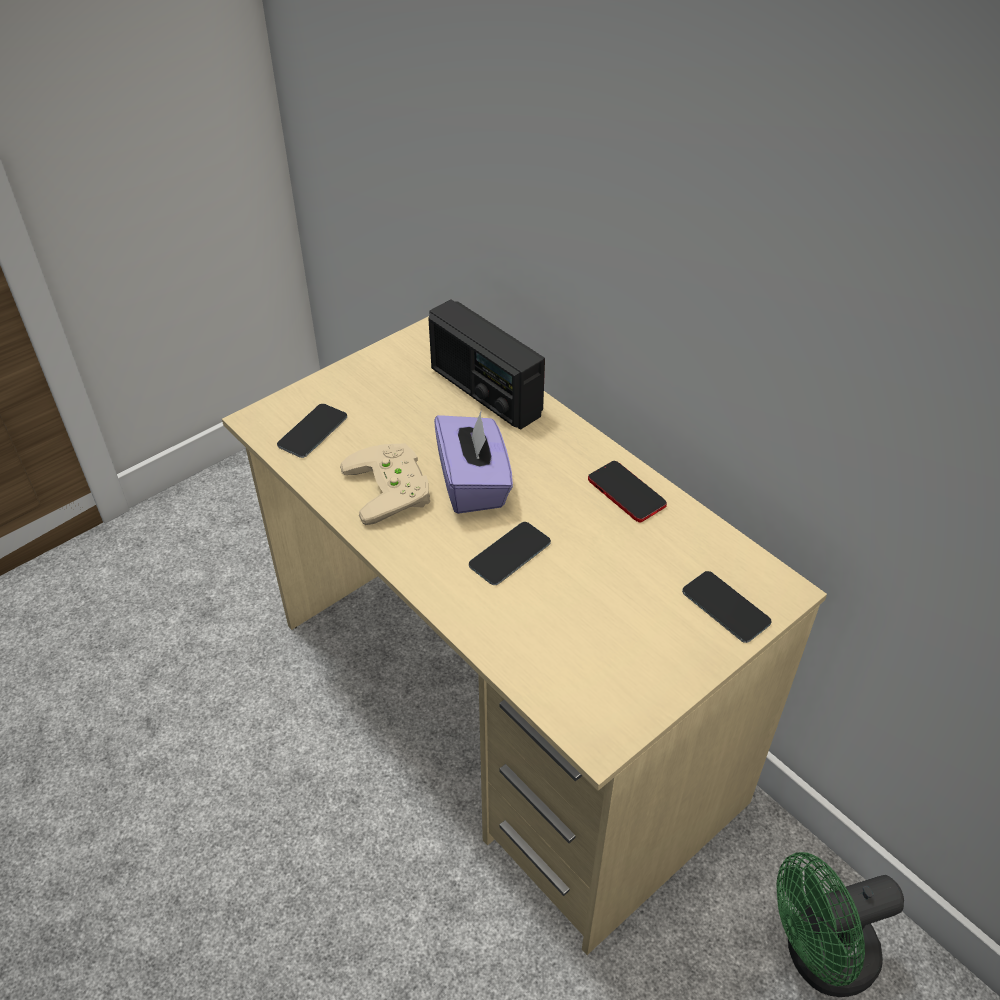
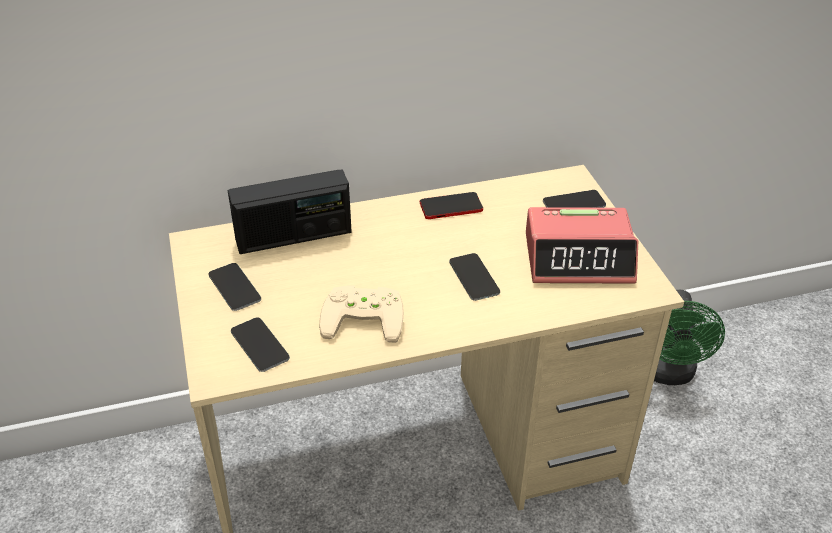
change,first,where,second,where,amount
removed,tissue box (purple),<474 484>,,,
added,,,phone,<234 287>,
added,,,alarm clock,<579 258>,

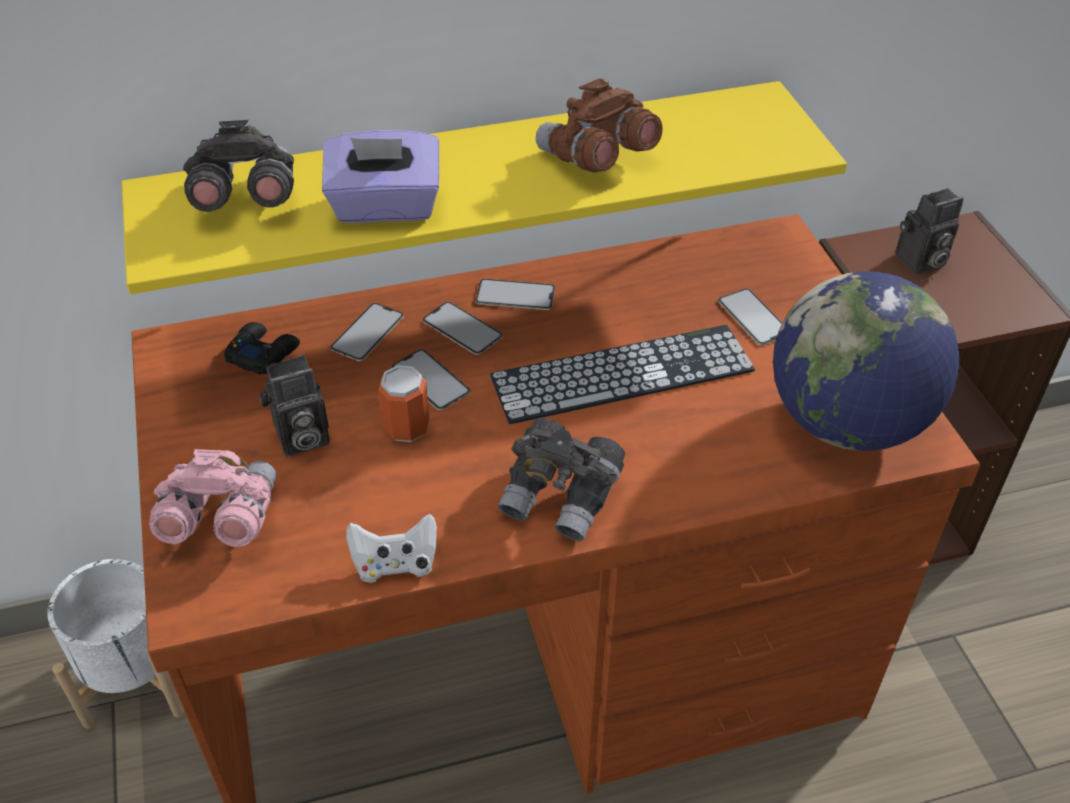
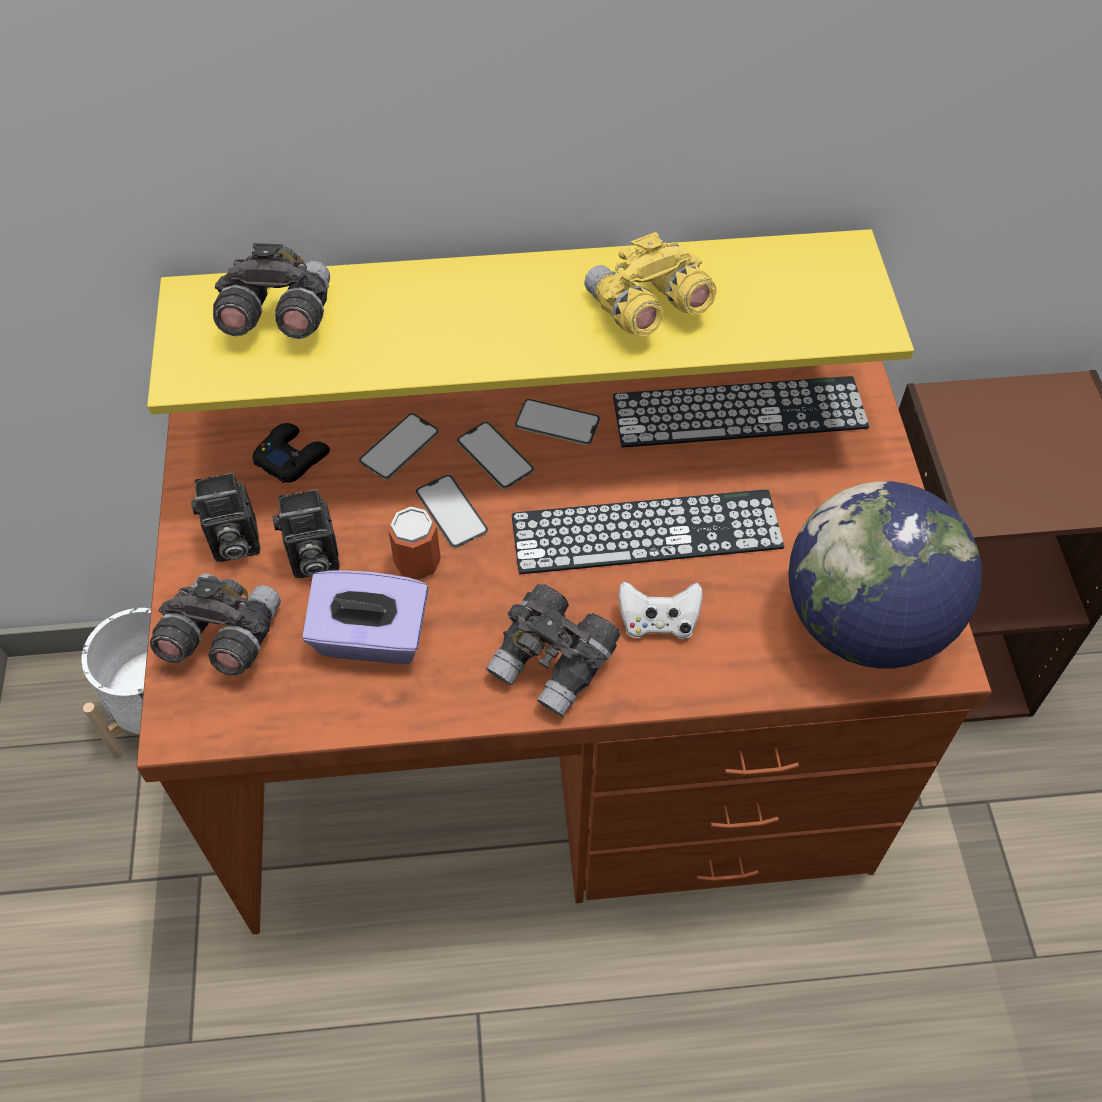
change,first,where,second,where,amount
removed,phone,<753 317>,,,
added,,,keyboard,<739 412>,
moved,tissue box (purple),<385 207>,,<371 639>,
moved,game controller (white),<395 564>,,<658 622>,
moved,photo camera,<920 262>,,<233 544>,
recoloured,binoculars (pink),<220 519>,binoculars (grey),<222 638>,
recoloured,binoculars (brown),<596 158>,binoculars (yellow),<645 310>,

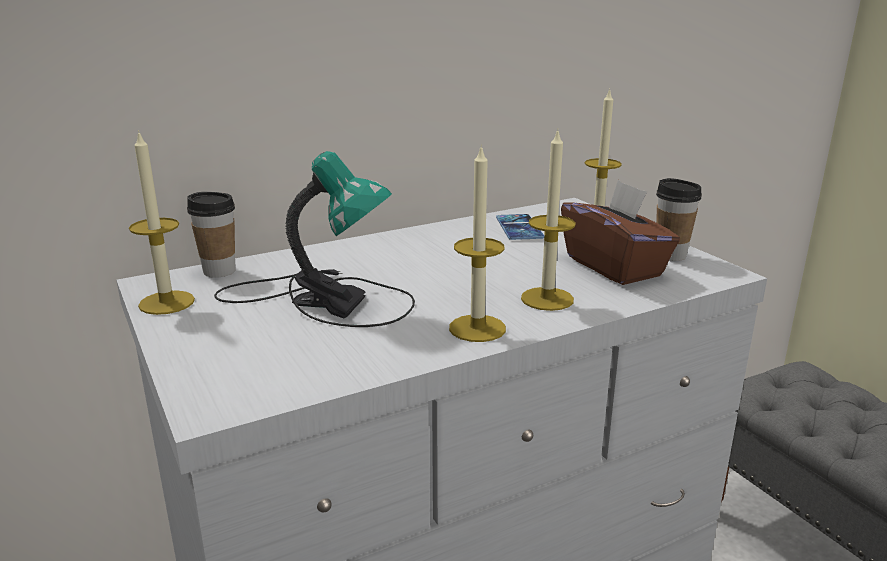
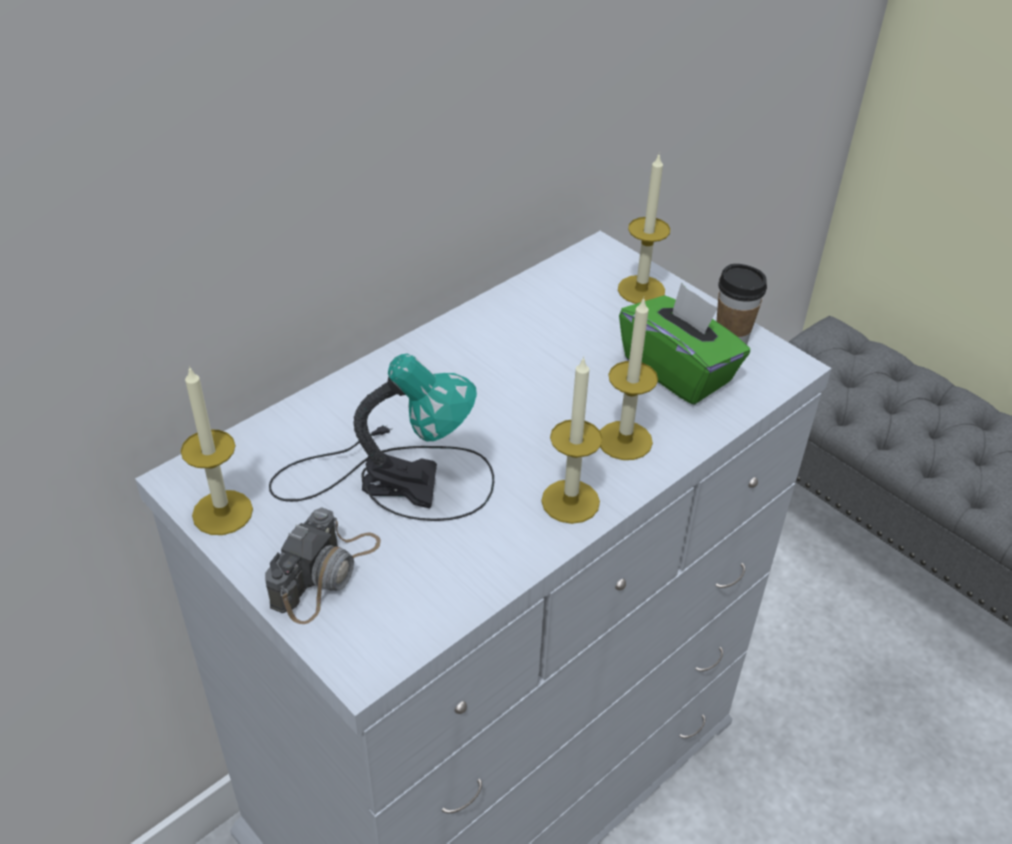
change,first,where,second,where,amount
removed,cup,<219 271>,,,
removed,phone,<519 227>,,,
added,,,photo camera,<326 573>,
recoloured,tissue box (brown),<615 266>,tissue box (green),<678 371>,

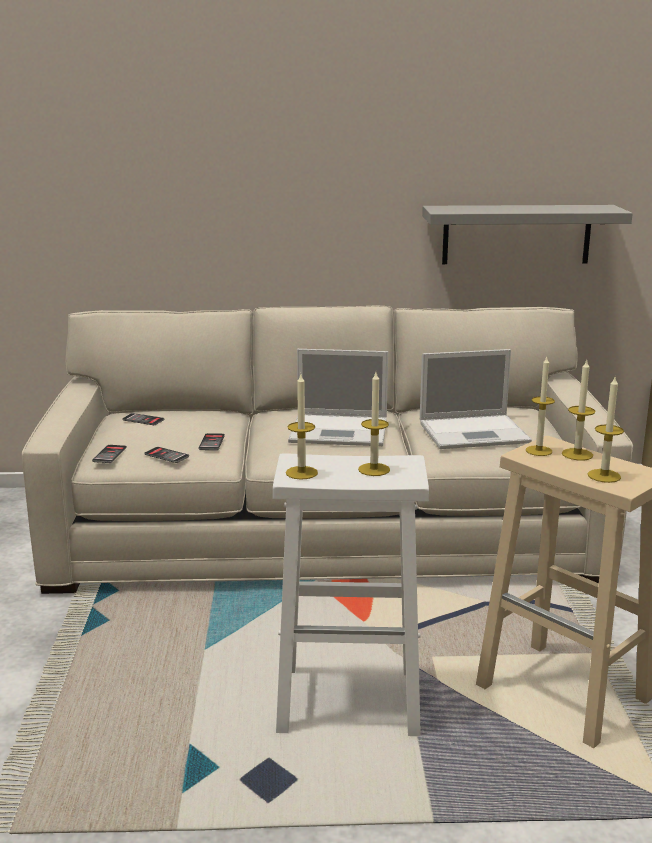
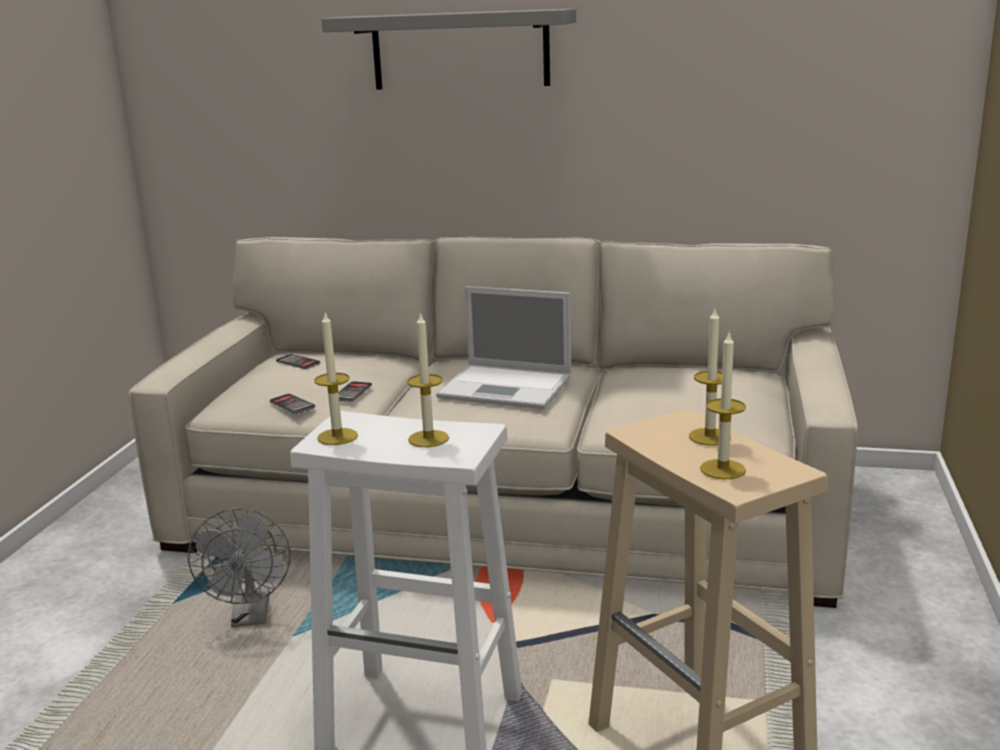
change,first,where,second,where,amount
removed,phone,<109 454>,,,
removed,laptop,<475 432>,,,
removed,candle,<538 451>,,,
added,,,fan (grey),<251 617>,
moved,shelf (grey),<516 234>,,<460 50>,

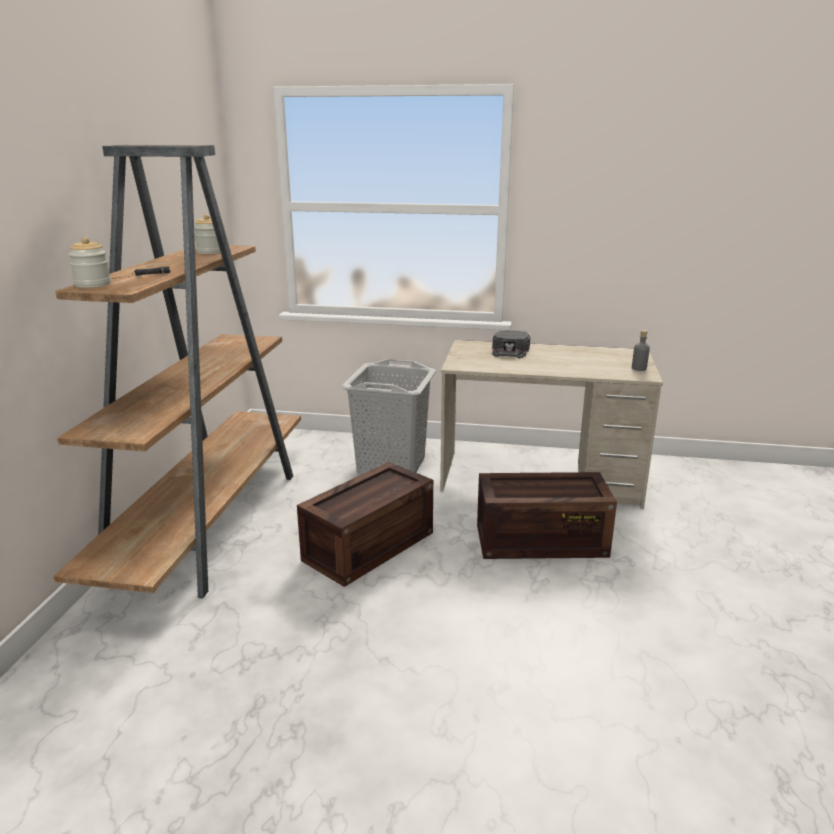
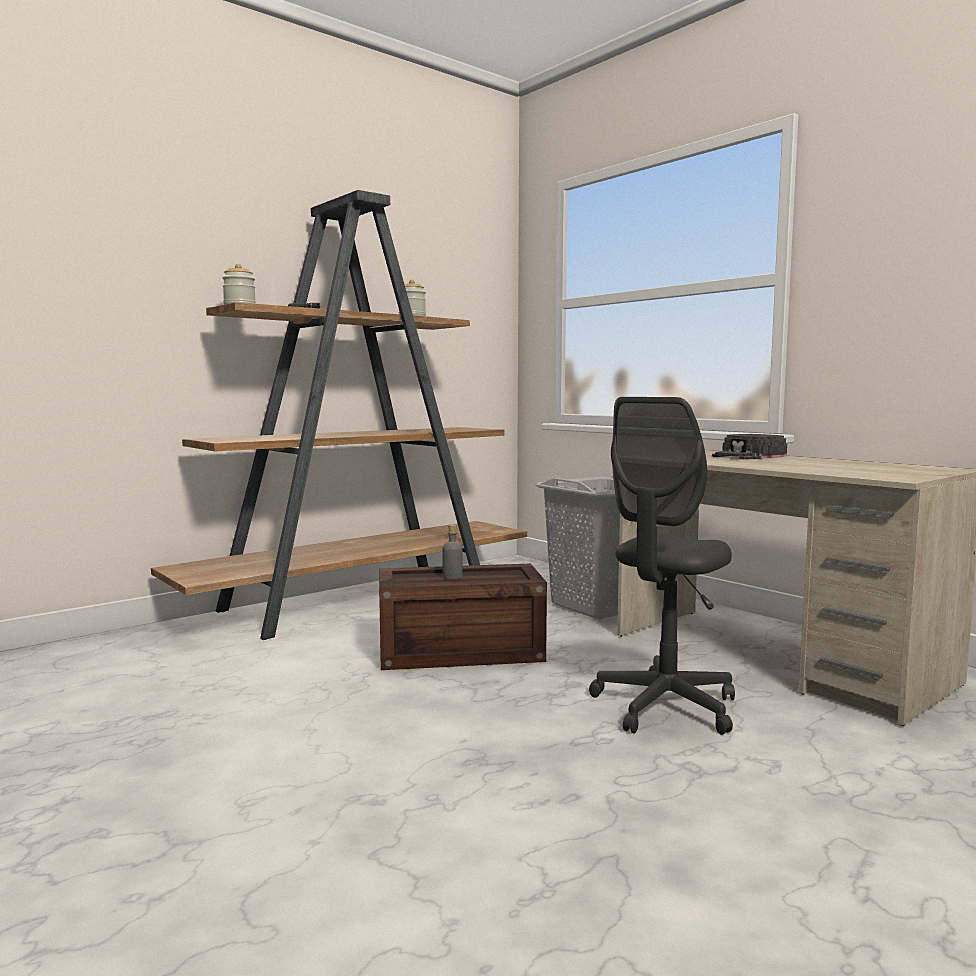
change,first,where,second,where,amount
moved,bottle (grey),<639 368>,,<452 577>,
replaced,crate,<539 542>,office chair (grey),<665 707>,

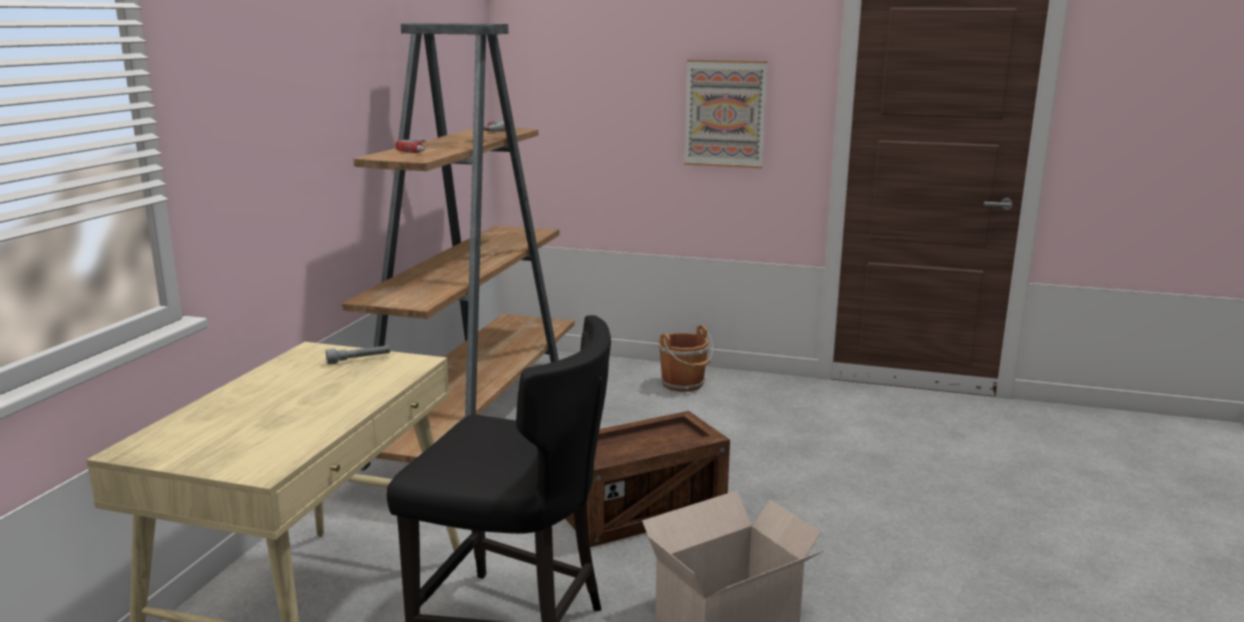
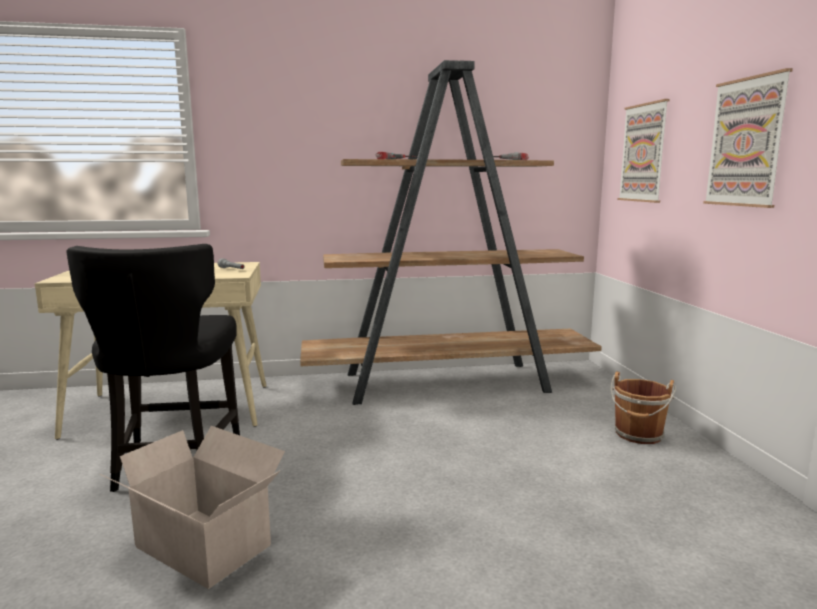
change,first,where,second,where,amount
removed,crate,<642 511>,,,
added,,,picture,<643 153>,

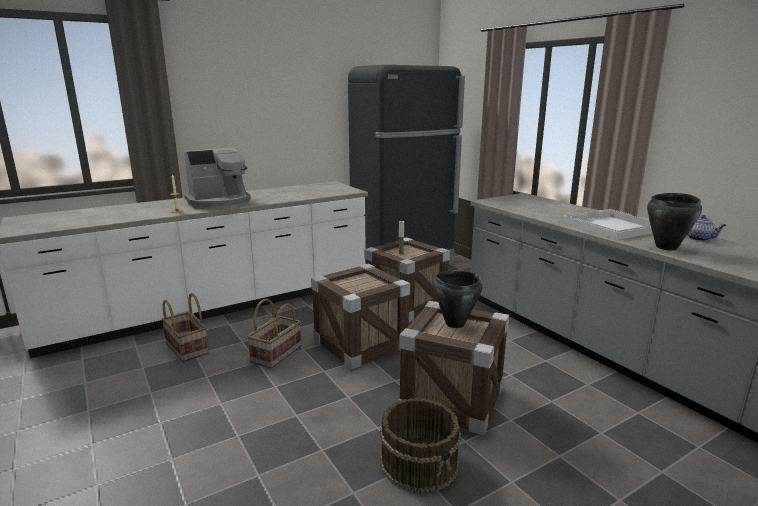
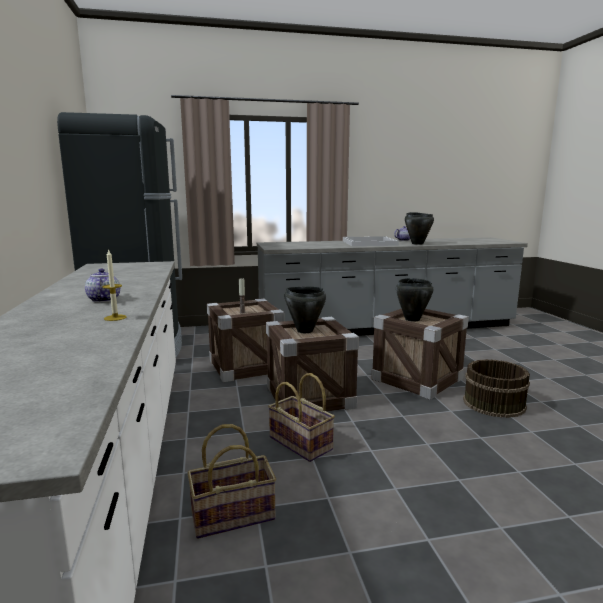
change,first,where,second,where,amount
added,,,cooking pot (black),<304 331>,
replaced,coffee machine,<220 202>,teapot,<103 299>,

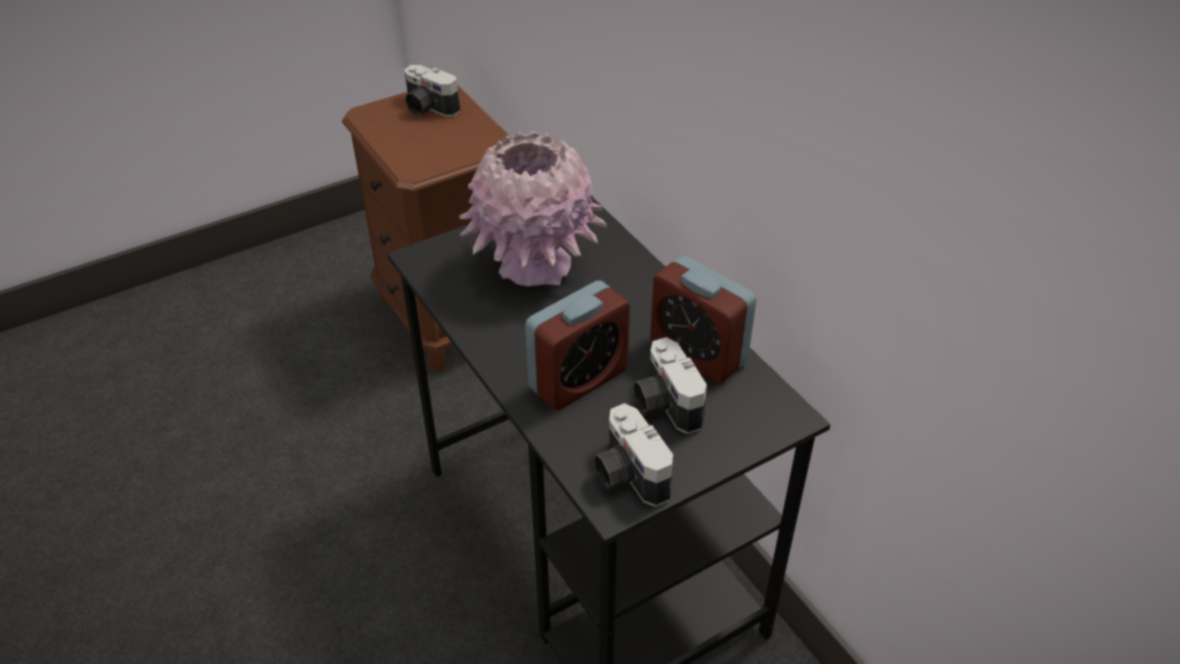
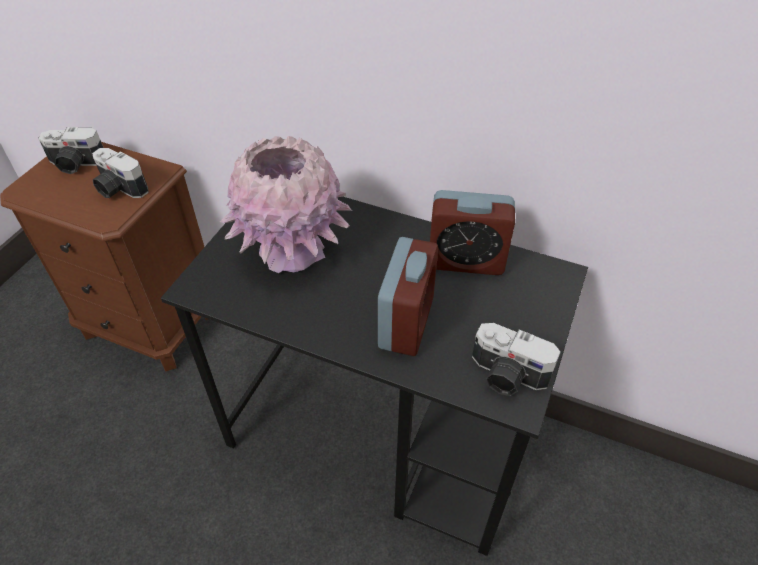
change,first,where,second,where,amount
moved,photo camera,<664 404>,,<118 189>,

